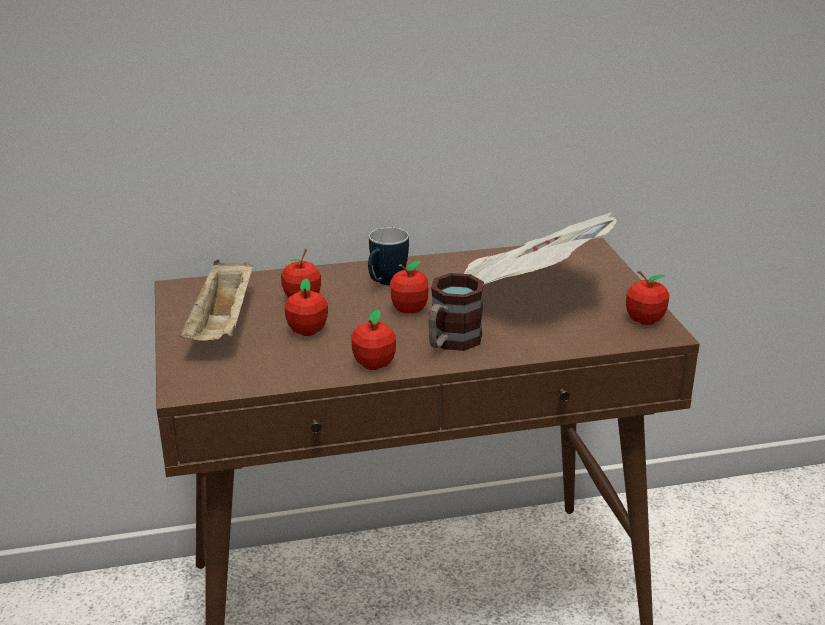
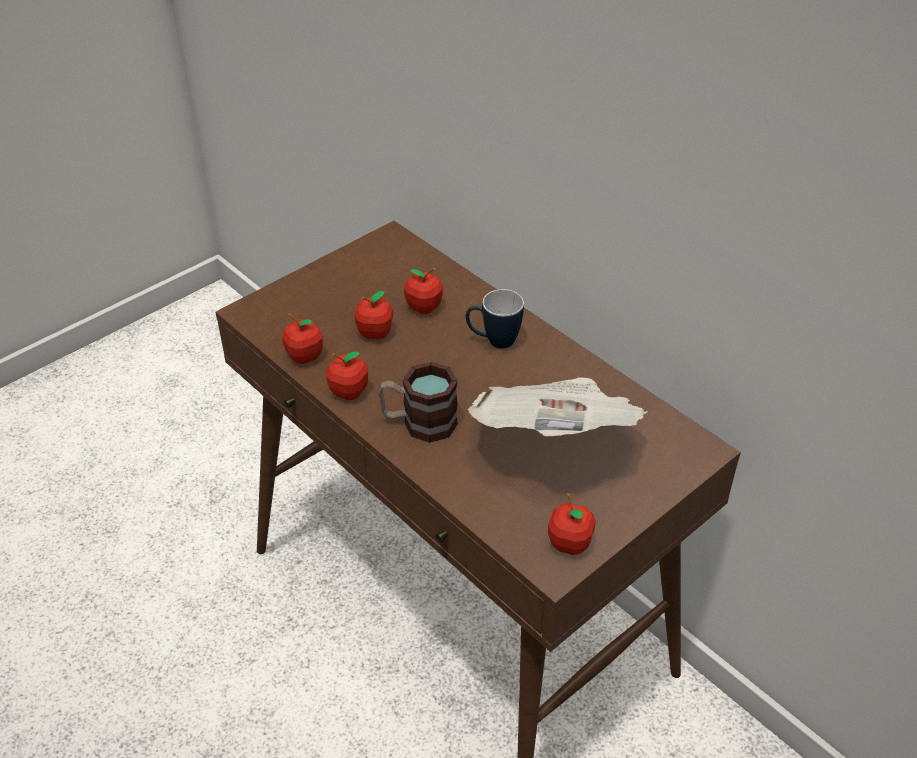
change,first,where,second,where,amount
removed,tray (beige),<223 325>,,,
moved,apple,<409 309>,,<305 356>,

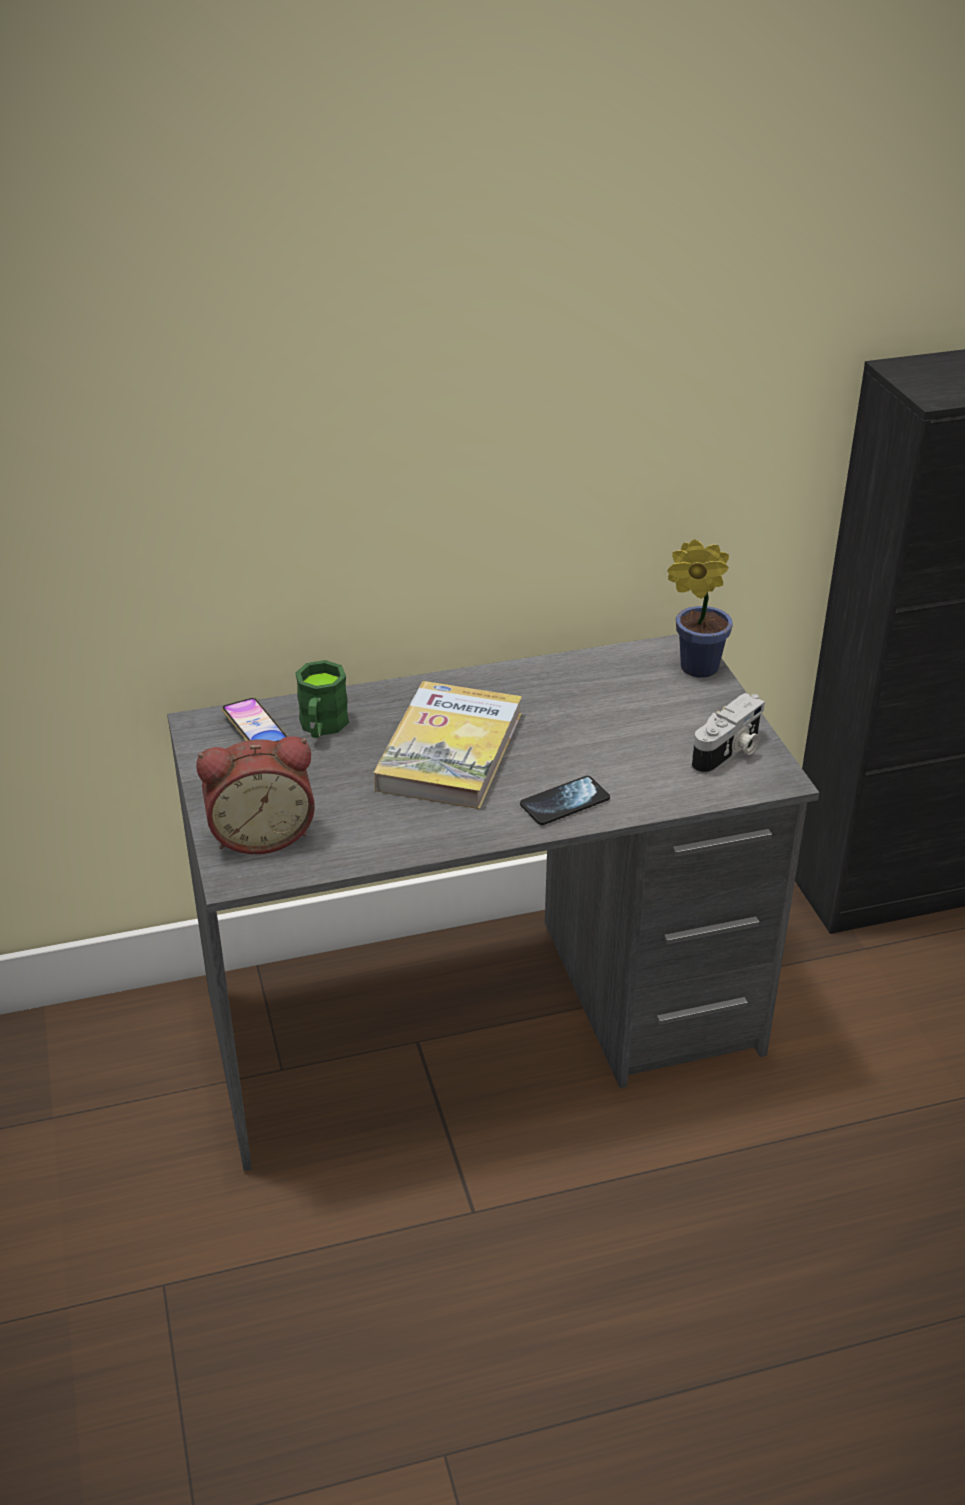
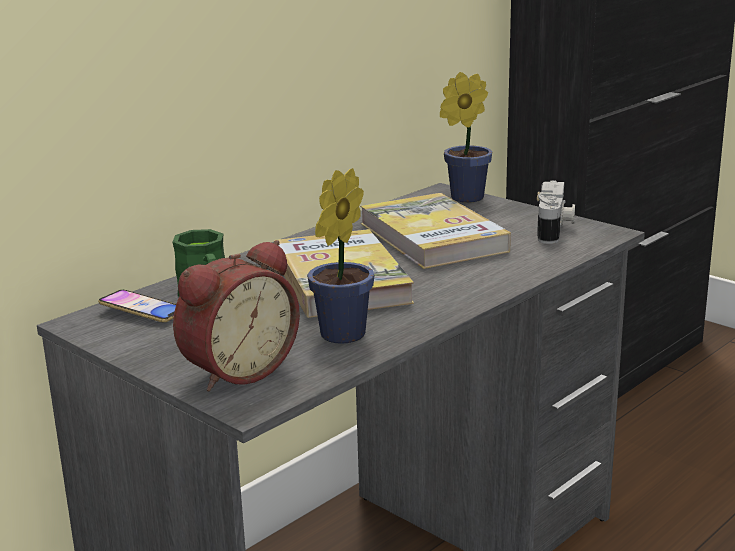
change,first,where,second,where,amount
removed,phone,<565 802>,,,
added,,,potted plant,<338 337>,
added,,,book,<432 237>,

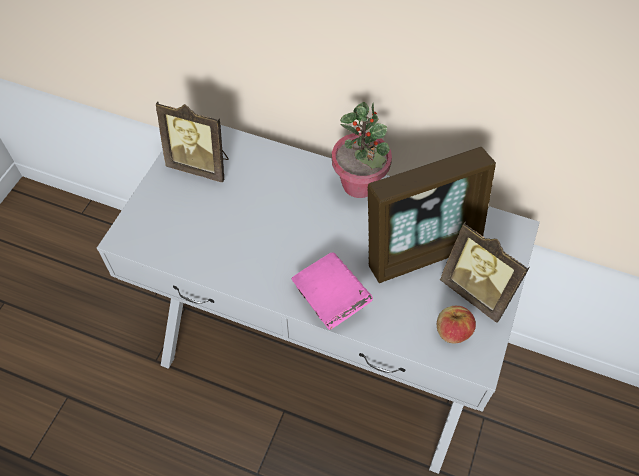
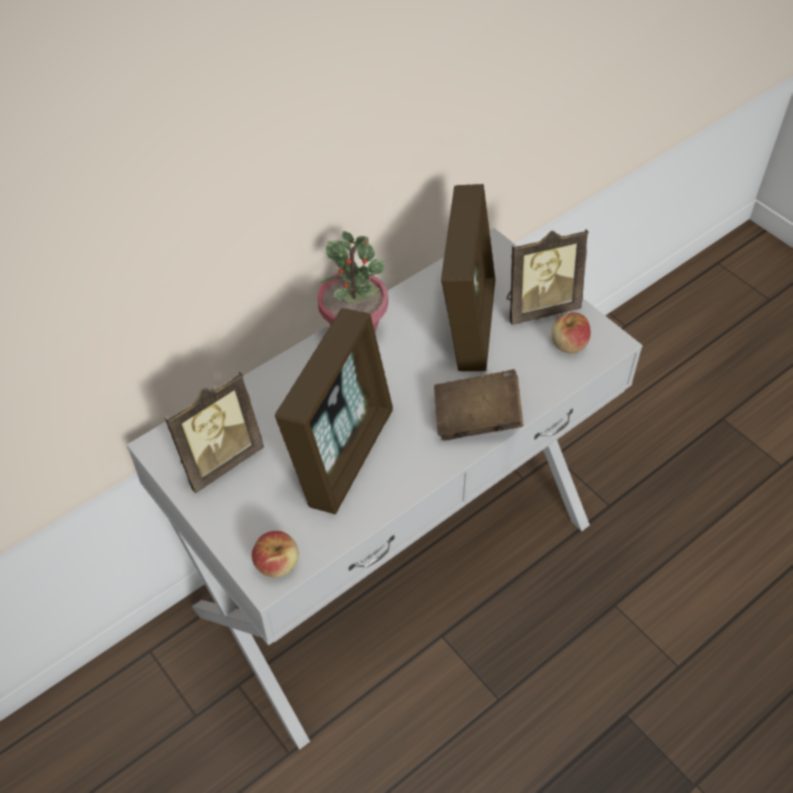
change,first,where,second,where,amount
added,,,apple,<277 563>,
added,,,picture frame,<342 454>,
recoloured,book (pink),<330 299>,book (brown),<476 419>,

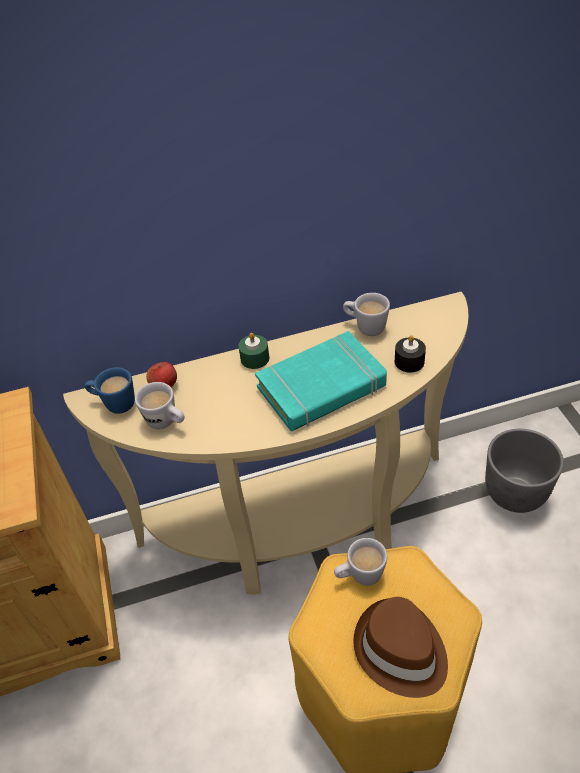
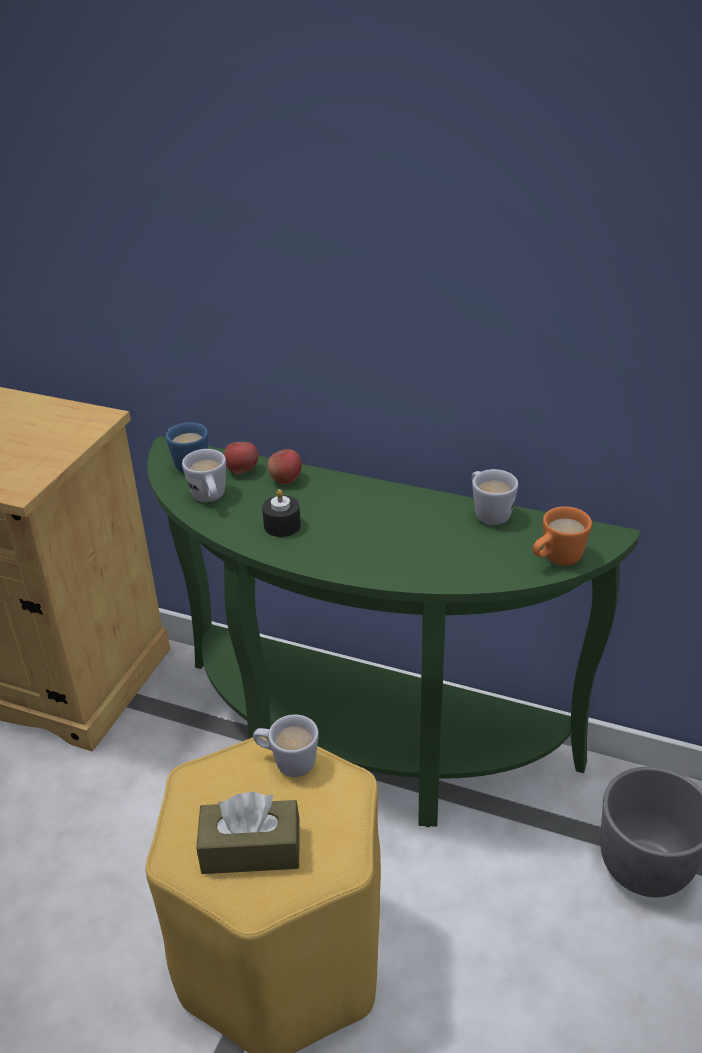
change,first,where,second,where,amount
removed,candle (green),<255 358>,,,
removed,book (turquoise),<322 387>,,,
added,,,apple,<286 479>,
added,,,mug (orange),<556 560>,
moved,candle (black),<409 361>,,<282 525>,
replaced,hat (brown),<400 651>,tissue box (brown),<251 849>,
recoloured,console table (beige),<302 529>,console table (green),<362 748>,

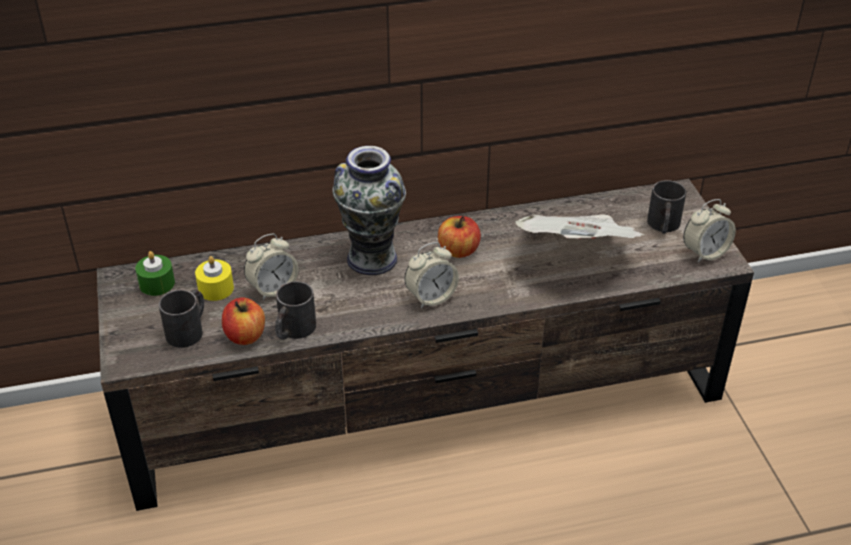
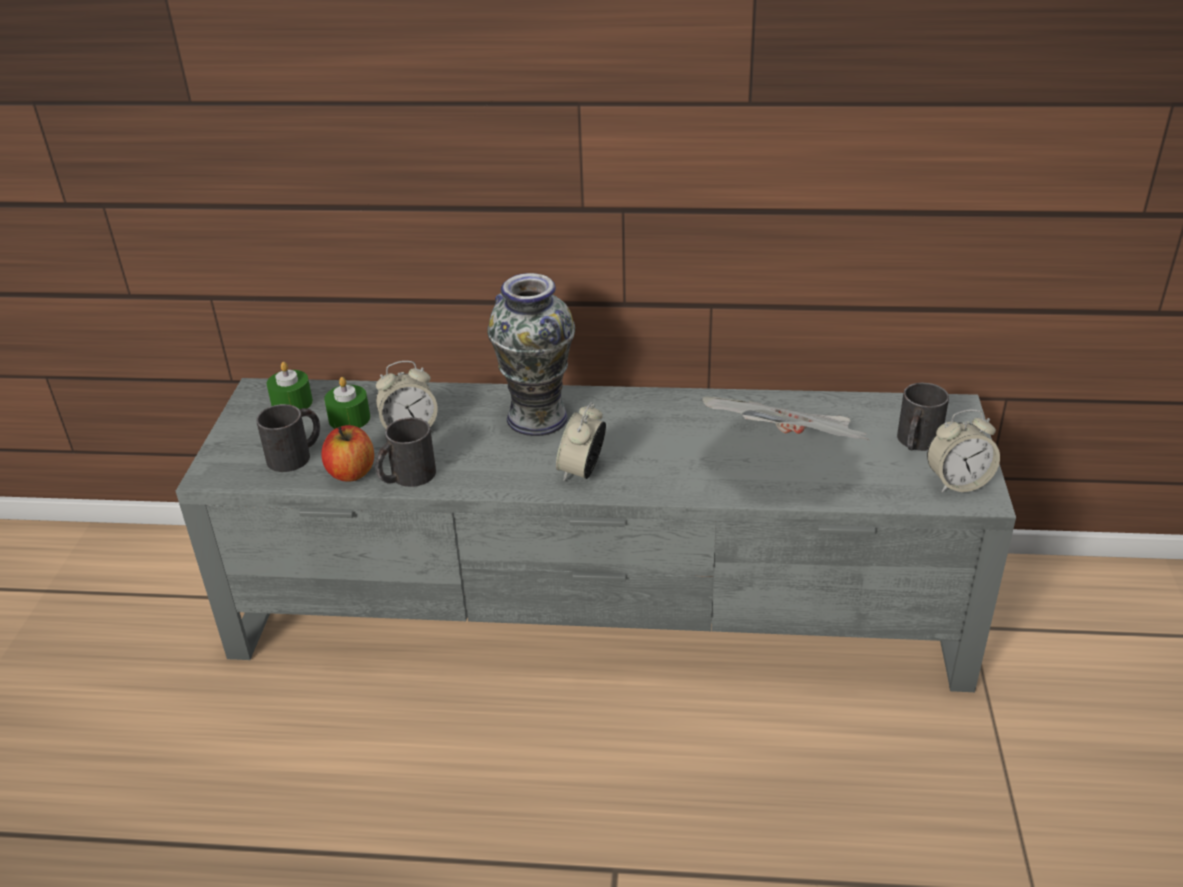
change,first,where,second,where,amount
removed,apple,<458 250>,,,
recoloured,tv stand (brown),<428 398>,tv stand (grey),<601 609>,
recoloured,candle (yellow),<216 288>,candle (green),<349 418>,
turned,alarm clock,<431 297>,,<582 471>,120 degrees clockwise

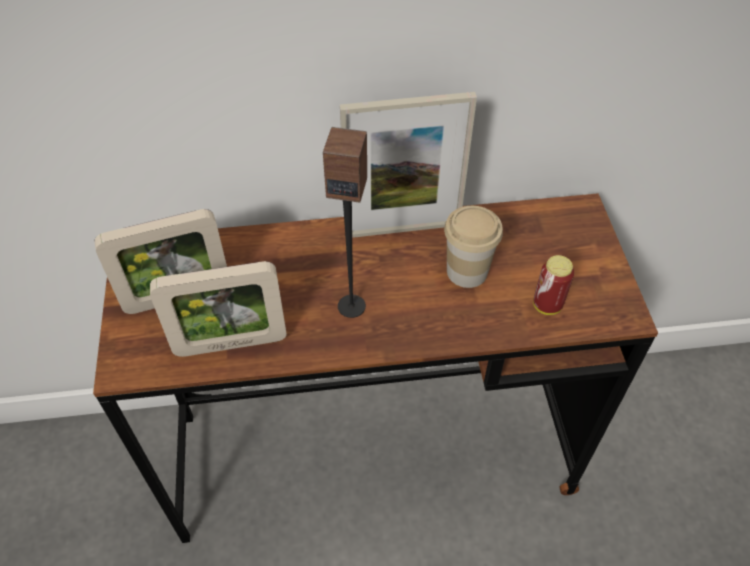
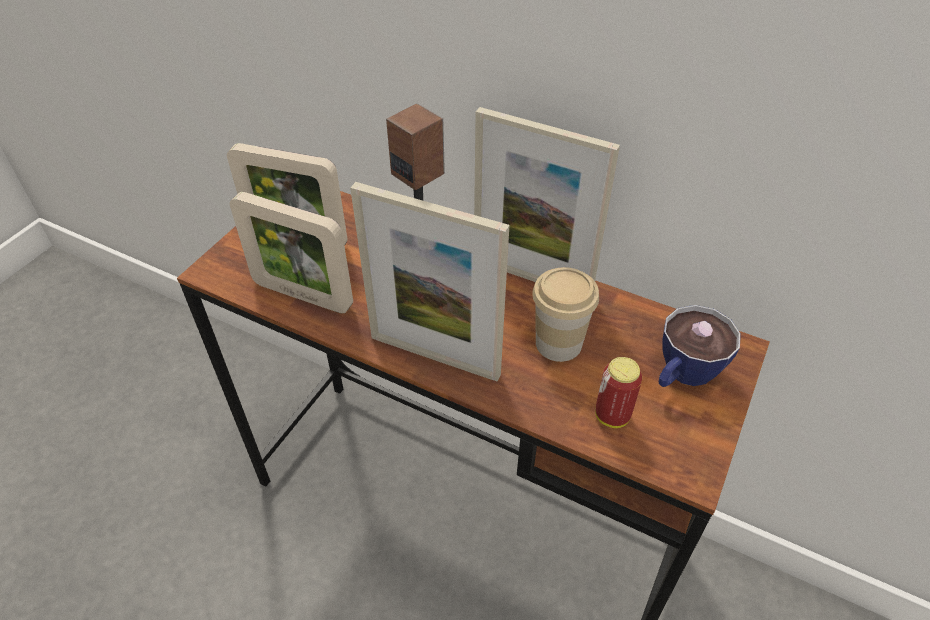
change,first,where,second,where,amount
added,,,picture frame,<434 356>,
added,,,cup,<682 374>,

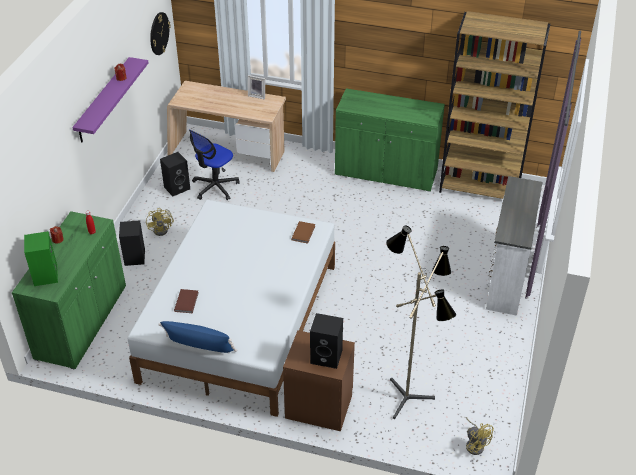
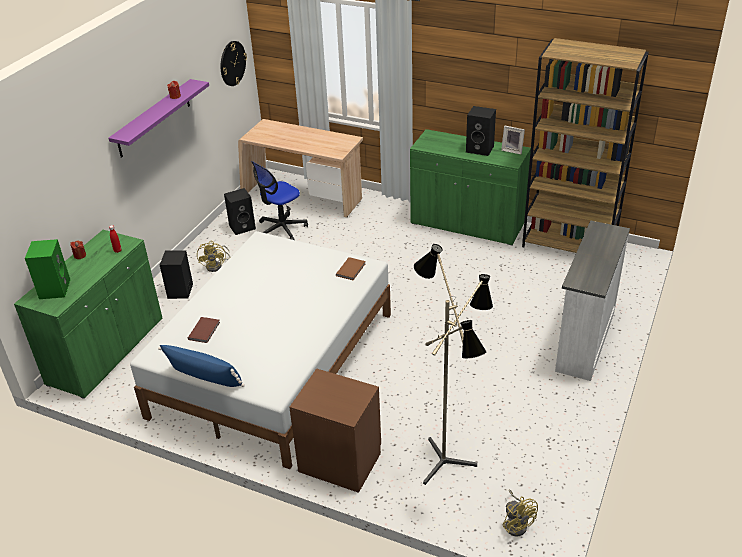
change,first,where,second,where,amount
moved,picture frame,<257 95>,,<512 150>,
moved,speaker (black),<327 356>,,<480 149>,

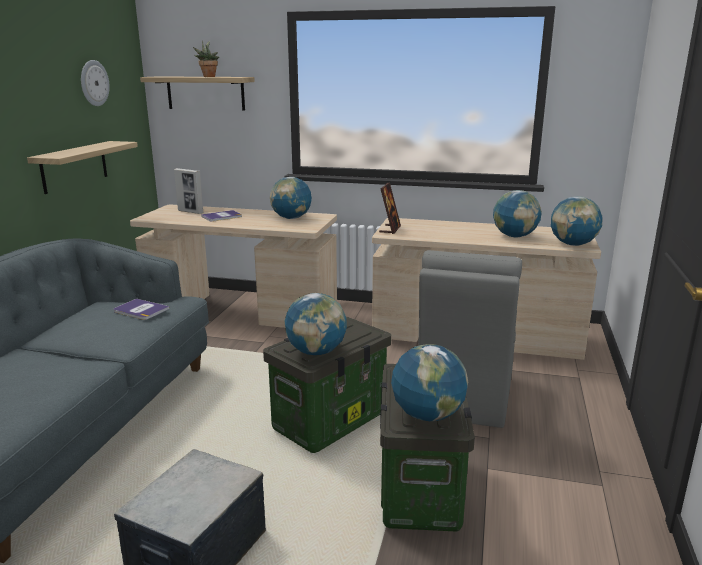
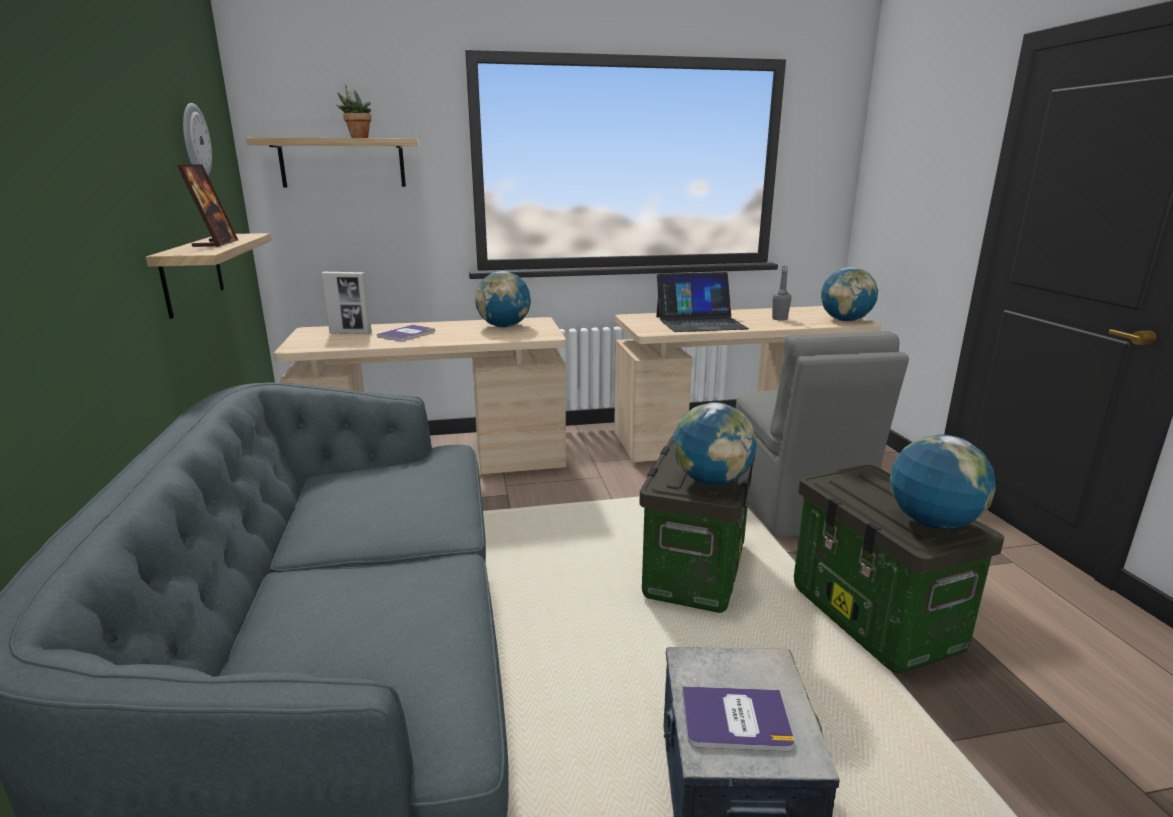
change,first,where,second,where,amount
added,,,laptop,<700 322>,
moved,book,<140 310>,,<735 719>,
moved,picture frame,<390 229>,,<216 244>,
replaced,globe,<514 236>,bottle (grey),<779 319>,

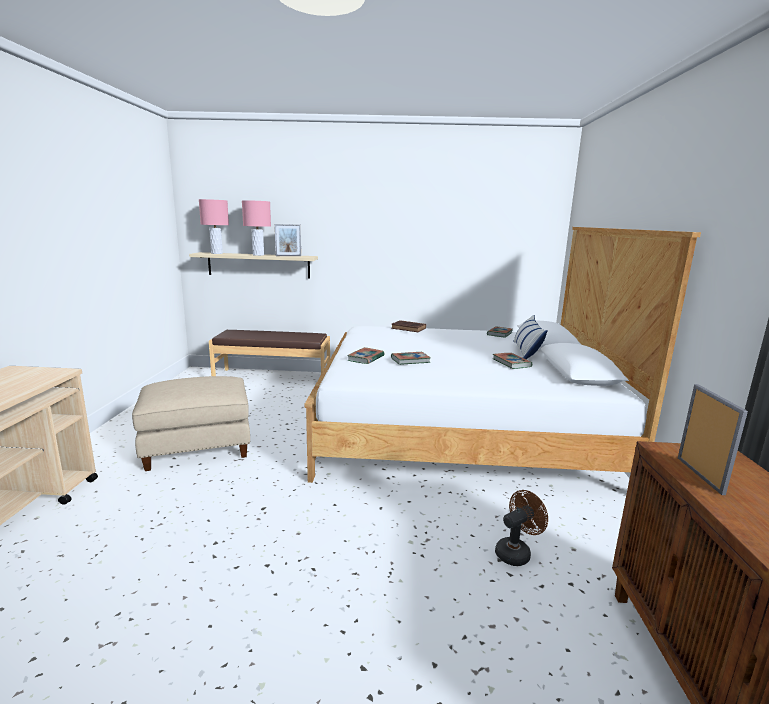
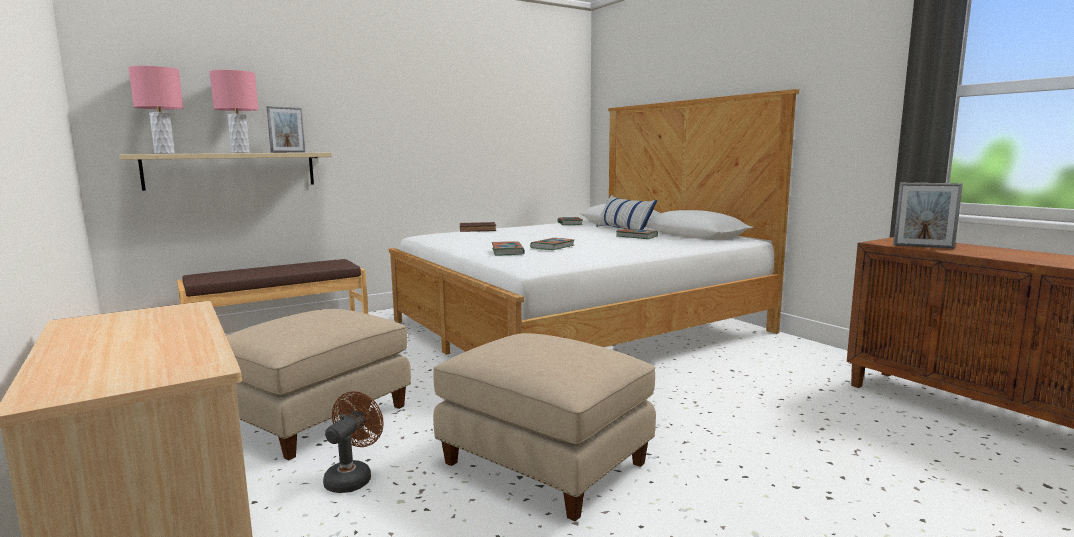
change,first,where,second,where,amount
added,,,ottoman (beige),<542 464>,
moved,fan (brown),<516 552>,,<352 477>,
turned,picture frame,<700 475>,,<923 247>,150 degrees clockwise

